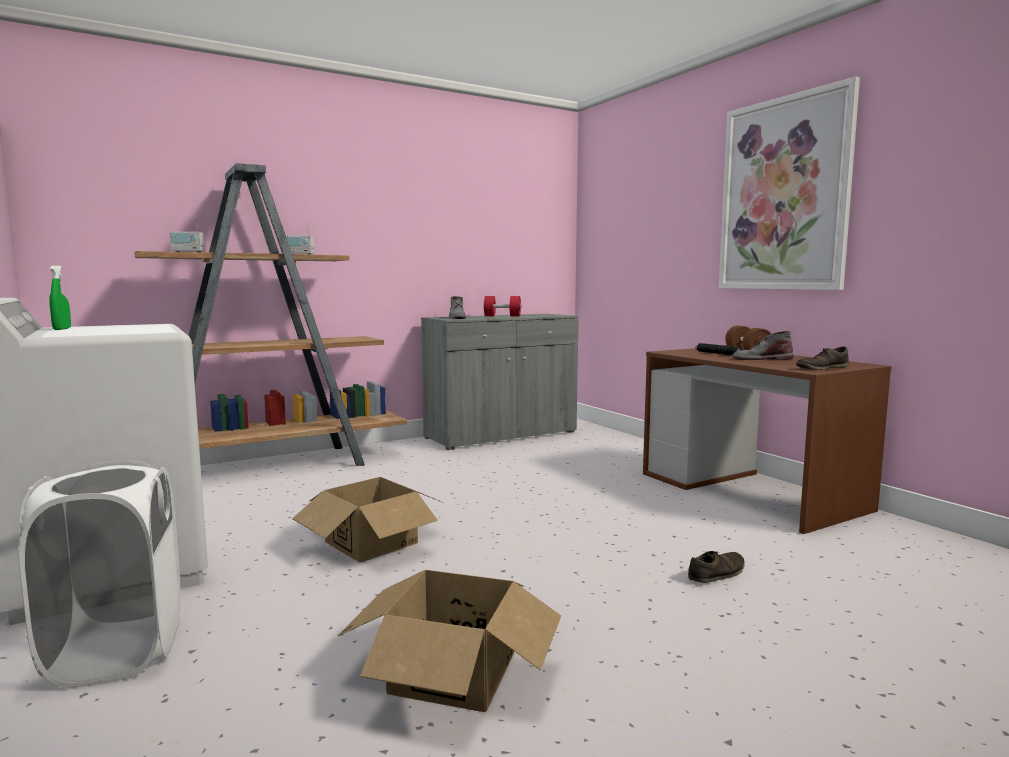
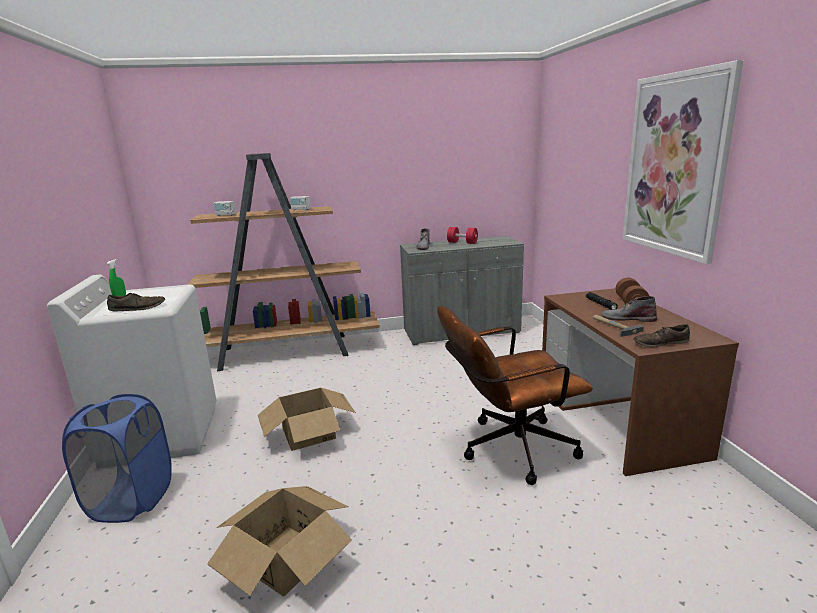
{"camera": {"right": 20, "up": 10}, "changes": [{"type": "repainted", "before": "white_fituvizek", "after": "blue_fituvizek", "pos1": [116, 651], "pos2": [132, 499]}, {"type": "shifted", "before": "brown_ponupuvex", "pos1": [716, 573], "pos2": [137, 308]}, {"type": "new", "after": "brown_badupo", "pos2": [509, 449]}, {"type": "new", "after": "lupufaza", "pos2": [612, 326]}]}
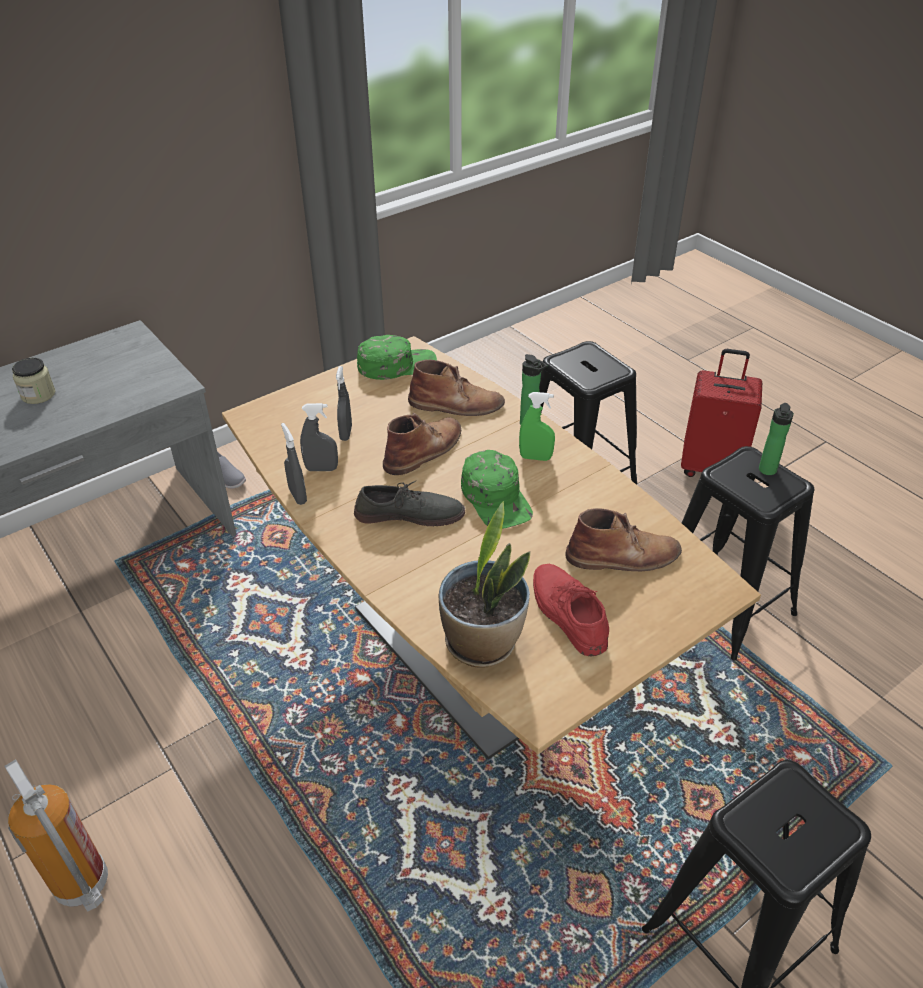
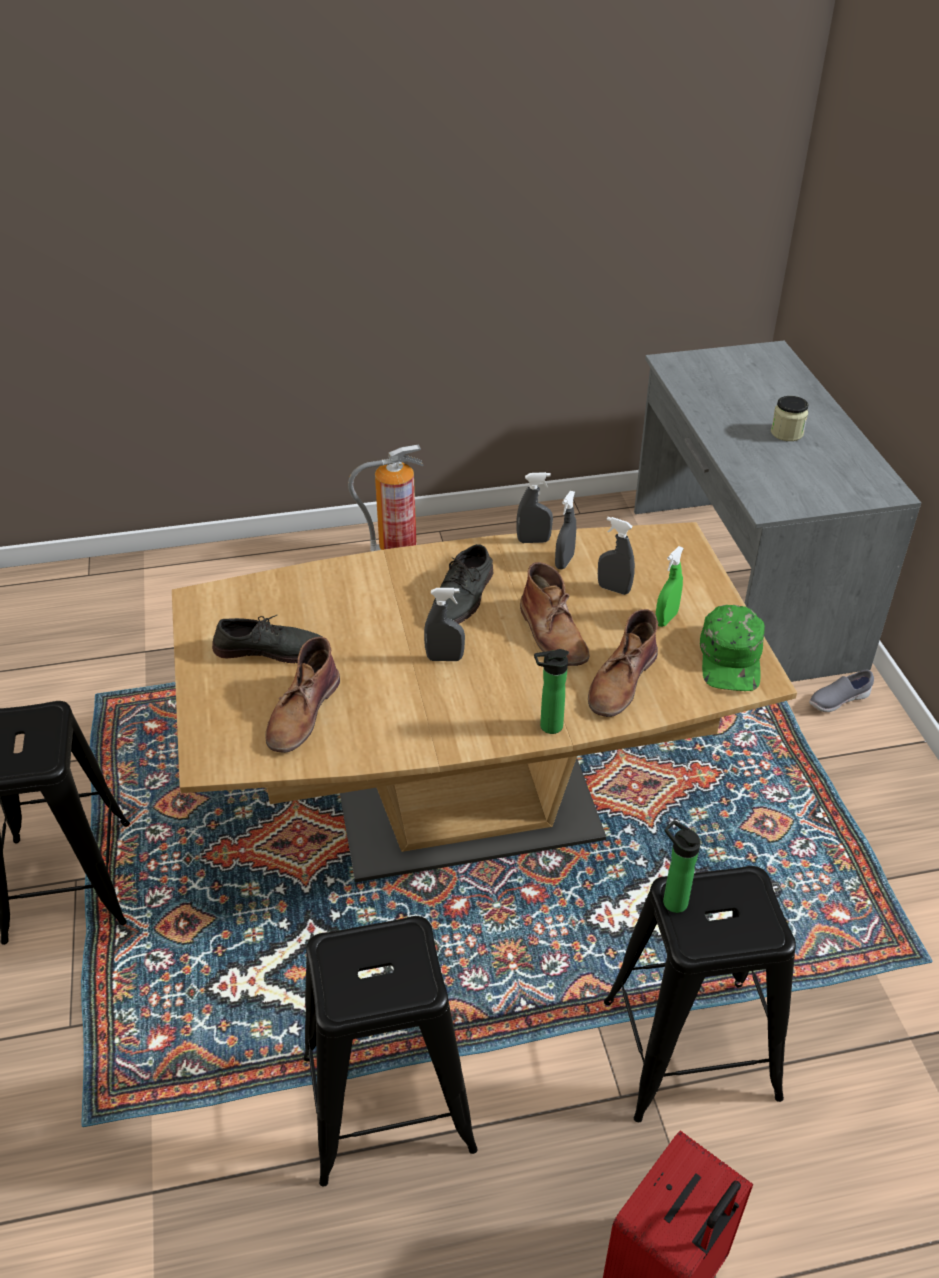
{"camera": {"right": 115, "up": 0}, "changes": [{"type": "shifted", "before": "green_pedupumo", "pos1": [535, 457], "pos2": [666, 619]}, {"type": "shifted", "before": "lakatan", "pos1": [767, 471], "pos2": [672, 900]}, {"type": "swapped", "before": "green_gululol", "after": "grey_pedupumo", "pos1": [496, 498], "pos2": [444, 658]}, {"type": "gone", "before": "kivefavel", "pos1": [482, 643]}, {"type": "repainted", "before": "red_ponupuvex", "after": "grey_ponupuvex", "pos1": [567, 612], "pos2": [271, 649]}]}
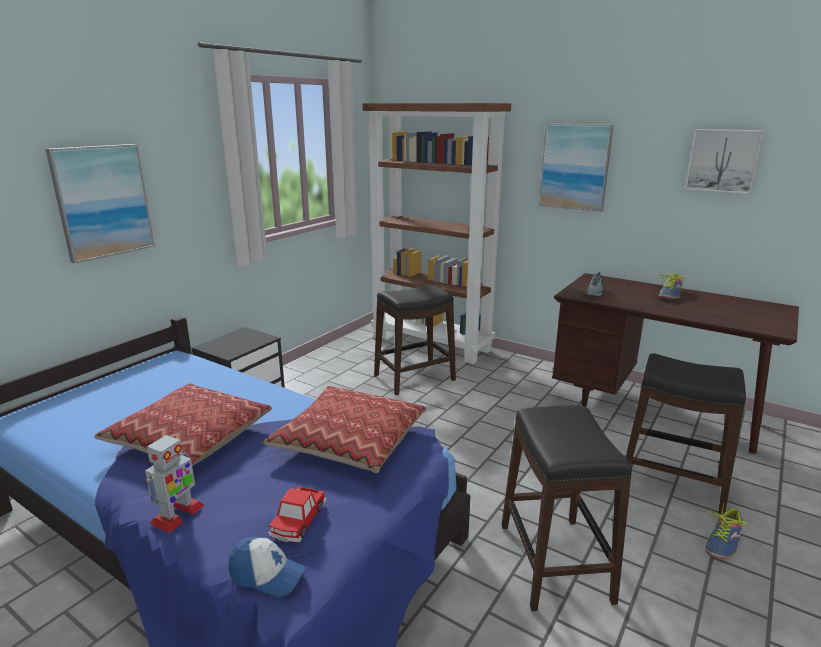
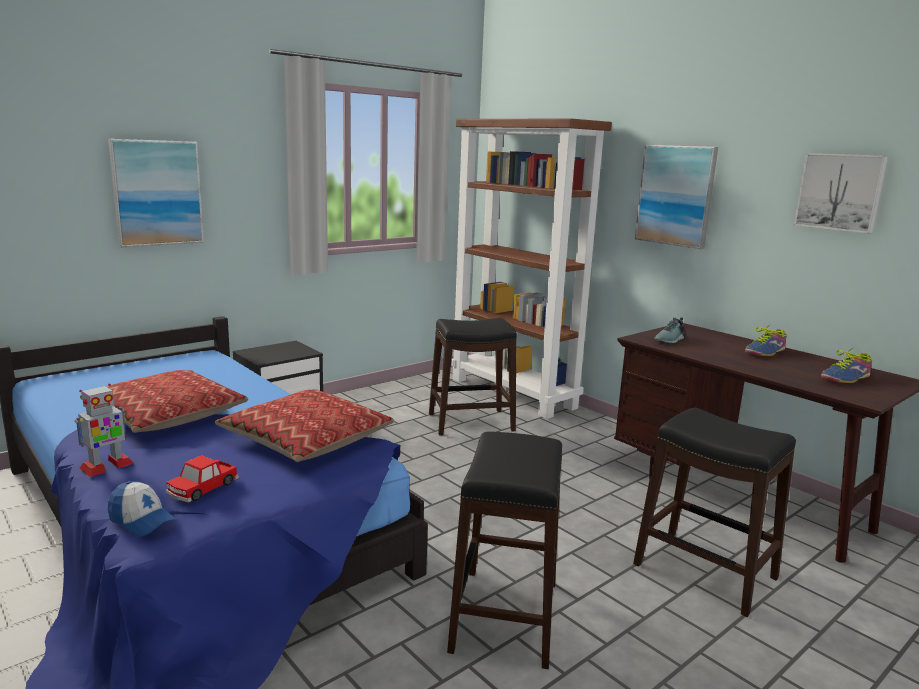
{"camera": {"right": 15, "up": -5}, "changes": [{"type": "shifted", "before": "ponupuvex", "pos1": [723, 541], "pos2": [845, 378]}]}
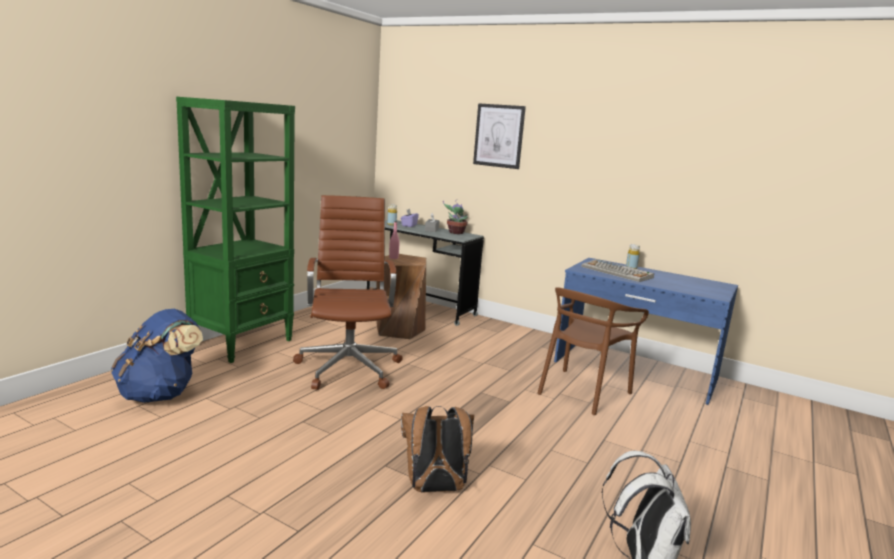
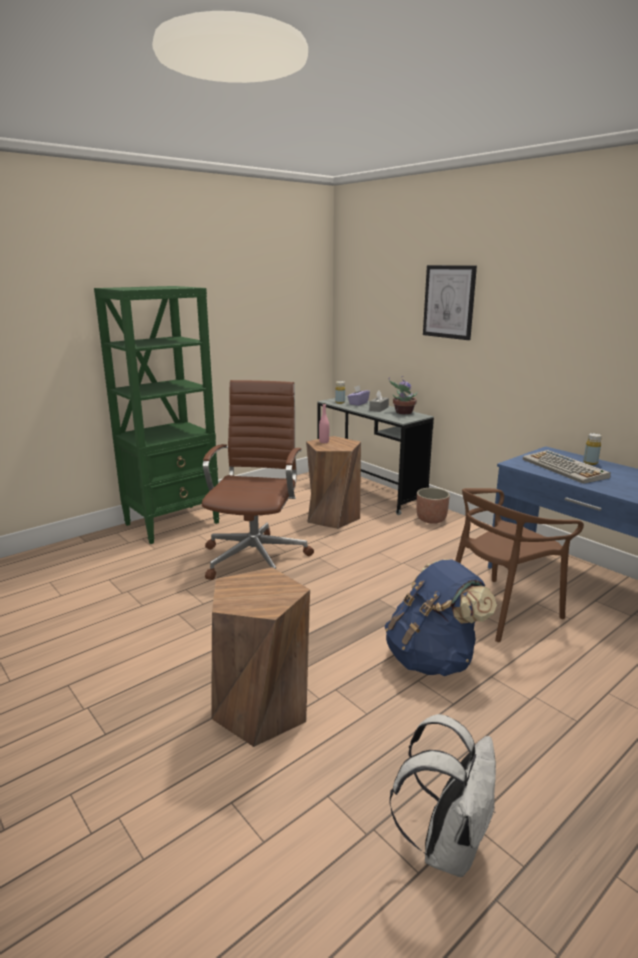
{"camera": {"right": 20, "up": 5}, "changes": [{"type": "shifted", "before": "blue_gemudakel", "pos1": [160, 394], "pos2": [433, 659]}, {"type": "swapped", "before": "brown_gemudakel", "after": "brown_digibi", "pos1": [434, 489], "pos2": [261, 709]}, {"type": "new", "after": "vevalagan", "pos2": [431, 519]}]}
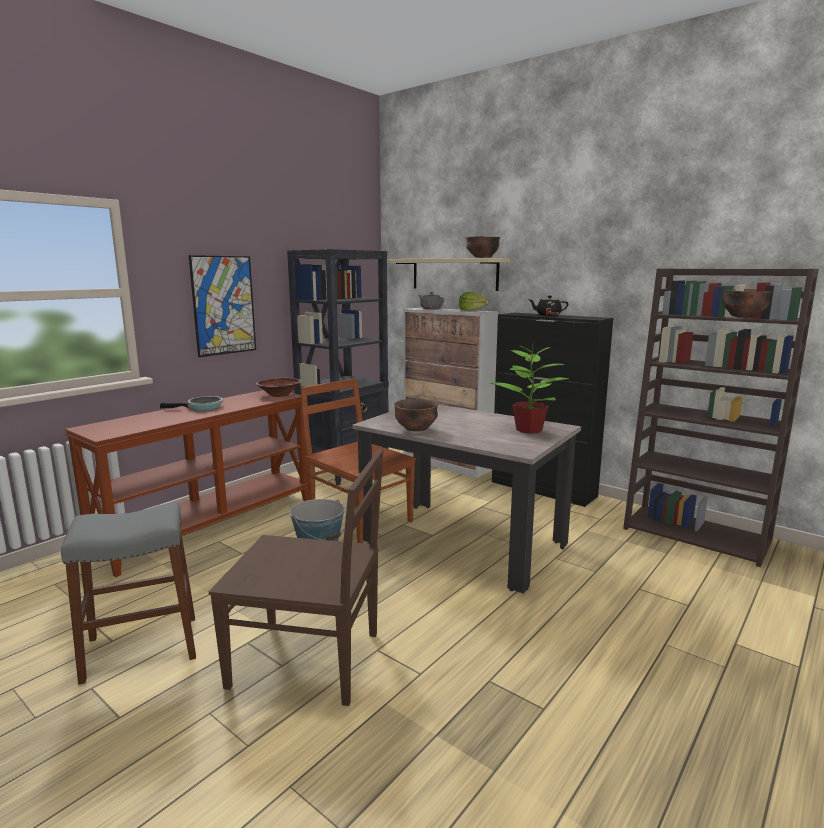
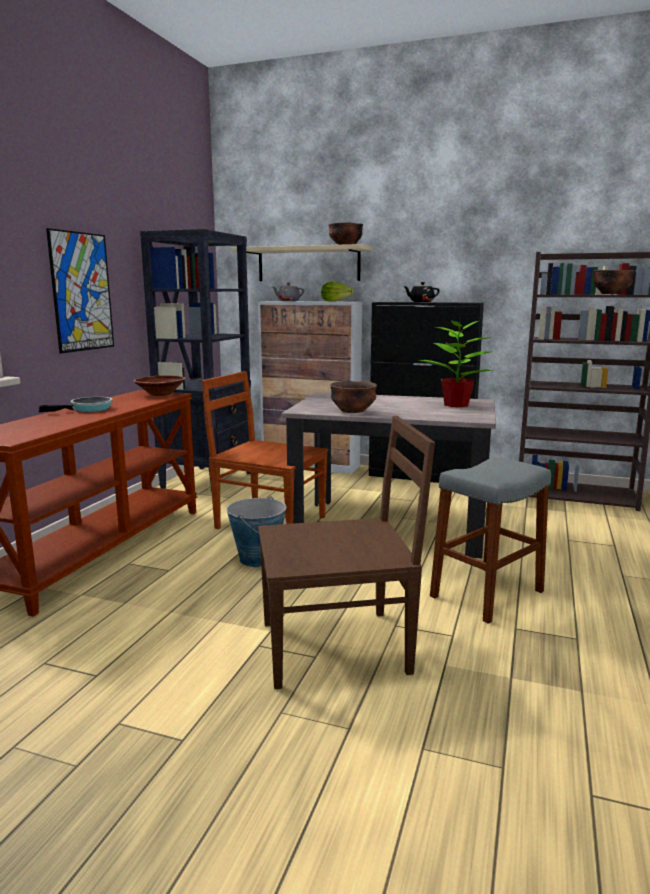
{"camera": {"right": -20, "up": 0}, "changes": [{"type": "shifted", "before": "grey_digibi", "pos1": [141, 648], "pos2": [487, 594]}]}
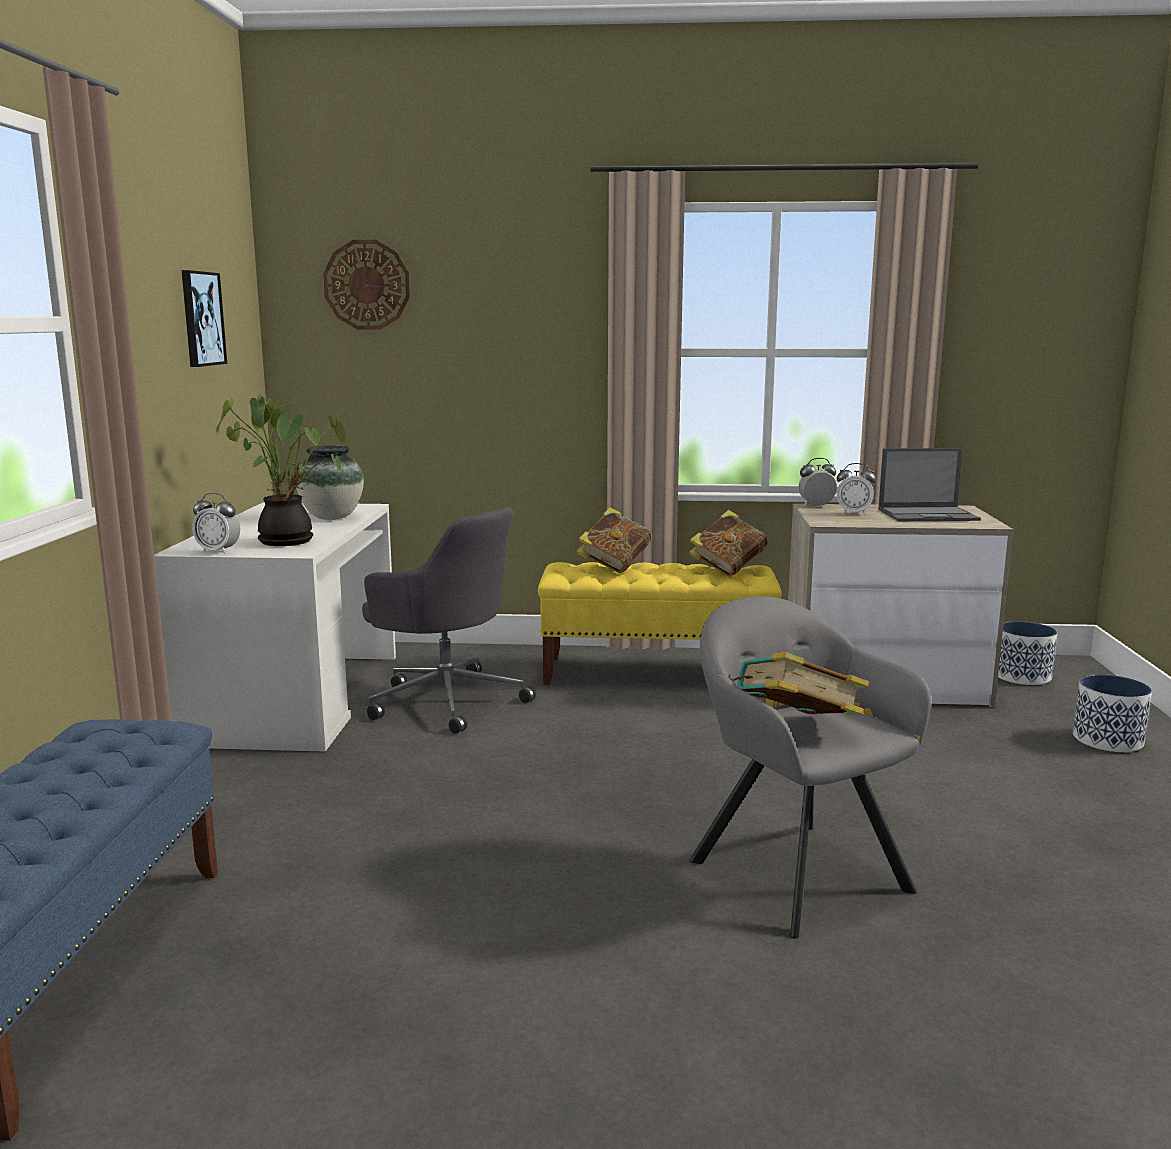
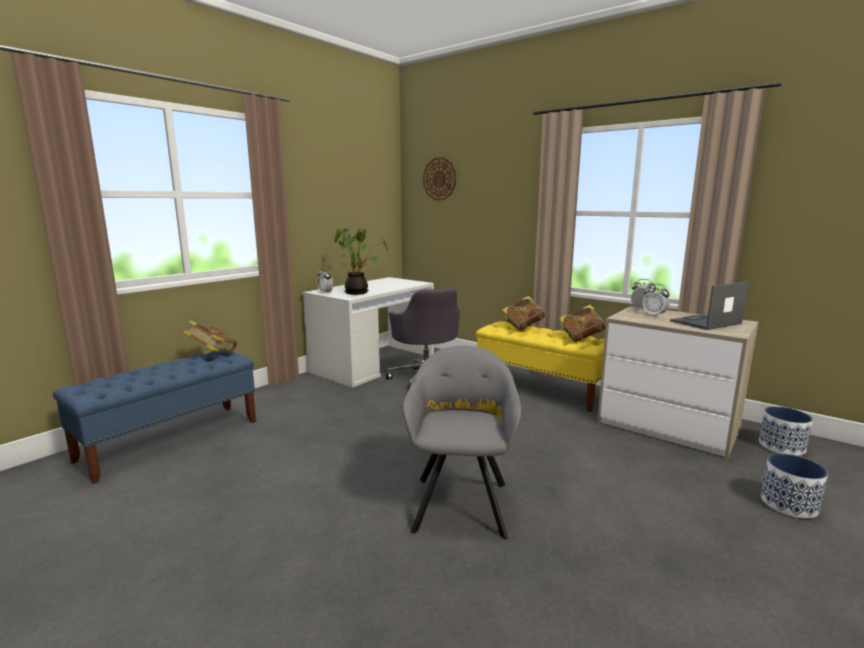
{"camera": {"right": 35, "up": 0}, "changes": [{"type": "gone", "before": "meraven", "pos1": [201, 319]}, {"type": "gone", "before": "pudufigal", "pos1": [332, 517]}, {"type": "rotated", "before": "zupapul", "pos1": [928, 515], "pos2": [705, 322], "turn": 120}, {"type": "shifted", "before": "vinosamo", "pos1": [796, 727], "pos2": [212, 354]}]}
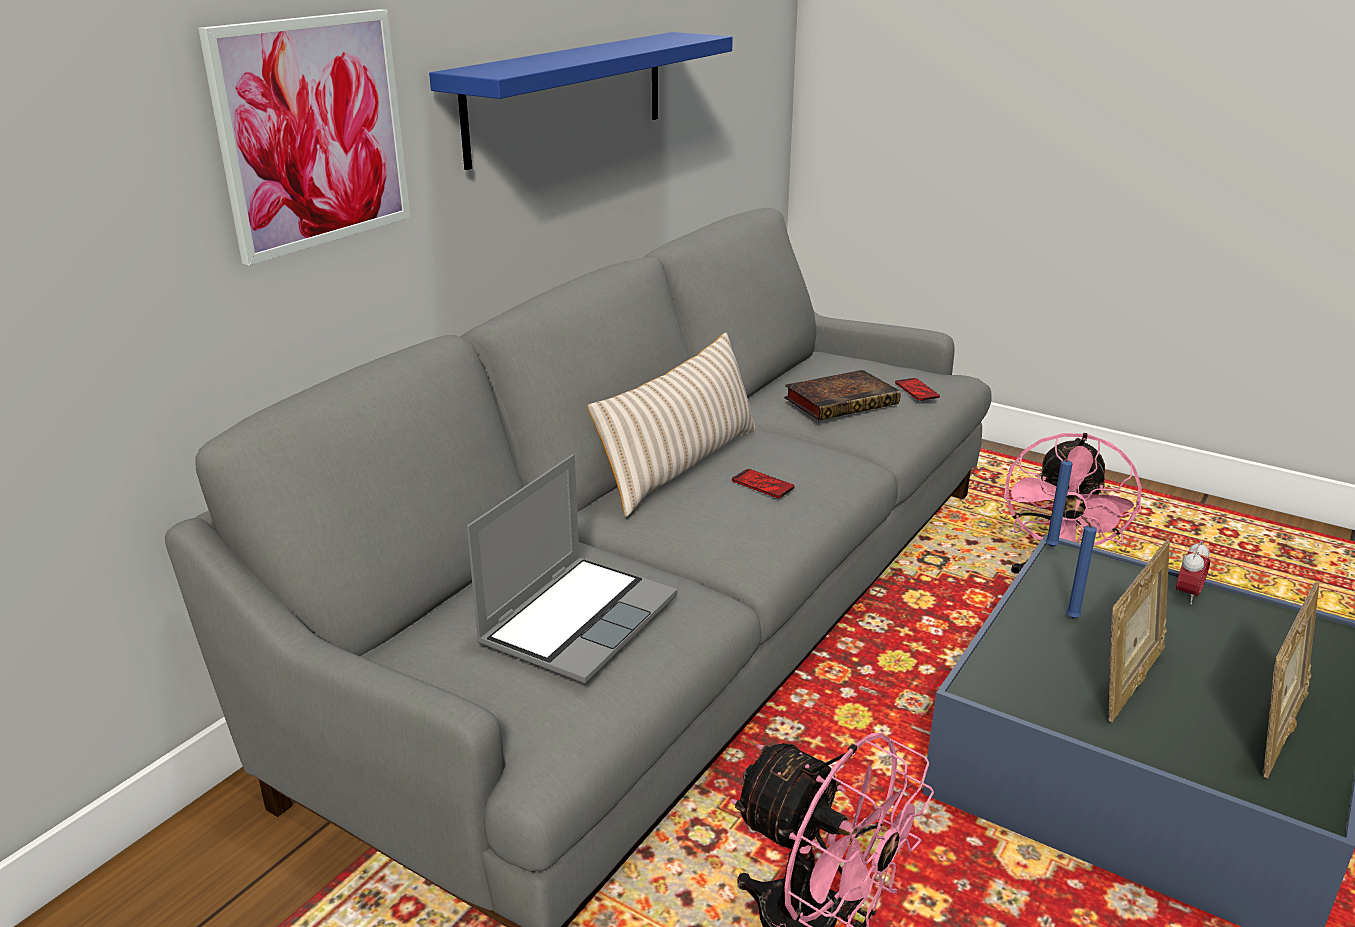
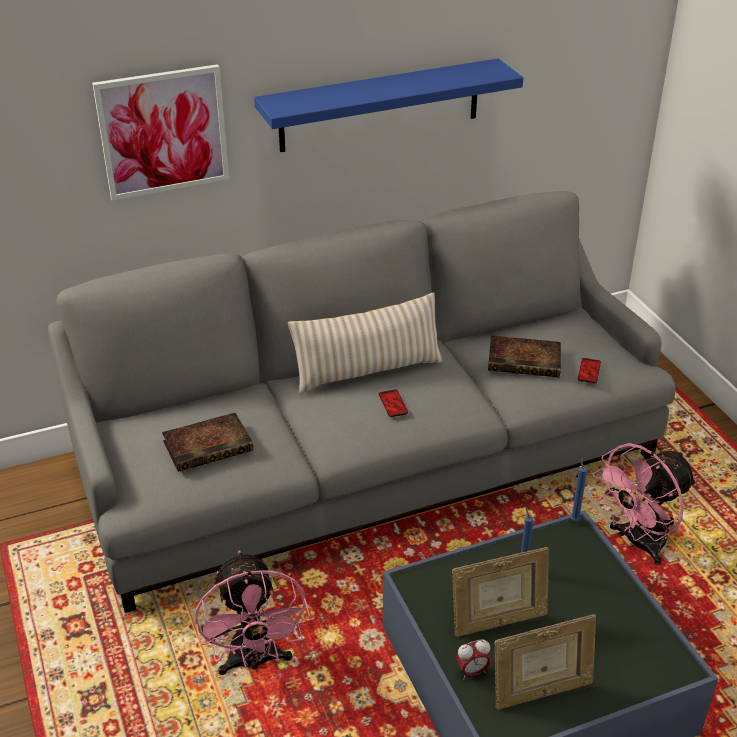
{"camera": {"right": 35, "up": 10}, "changes": [{"type": "swapped", "before": "zupapul", "after": "vinosamo", "pos1": [578, 619], "pos2": [210, 445]}, {"type": "shifted", "before": "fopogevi", "pos1": [1187, 595], "pos2": [472, 672]}]}
